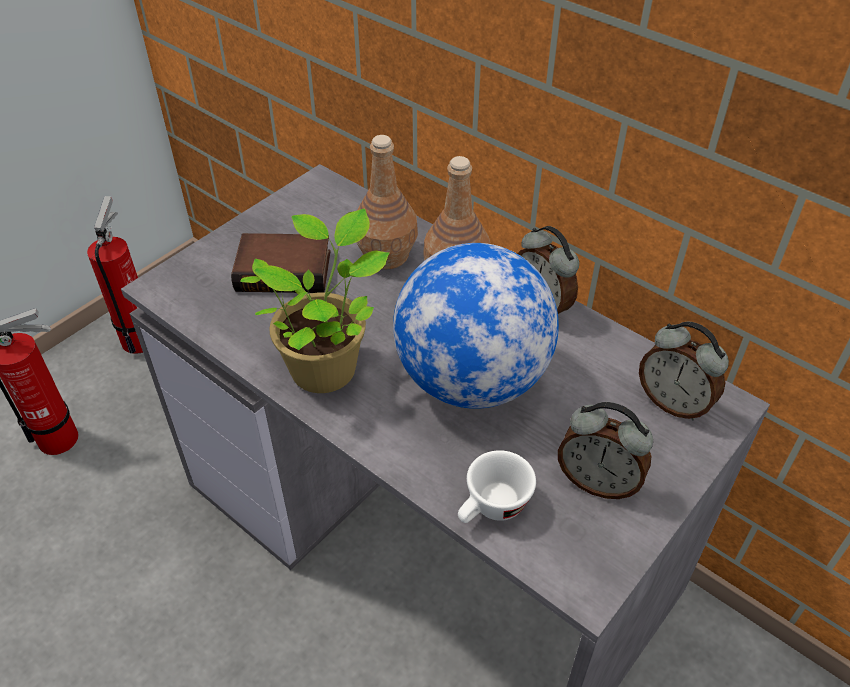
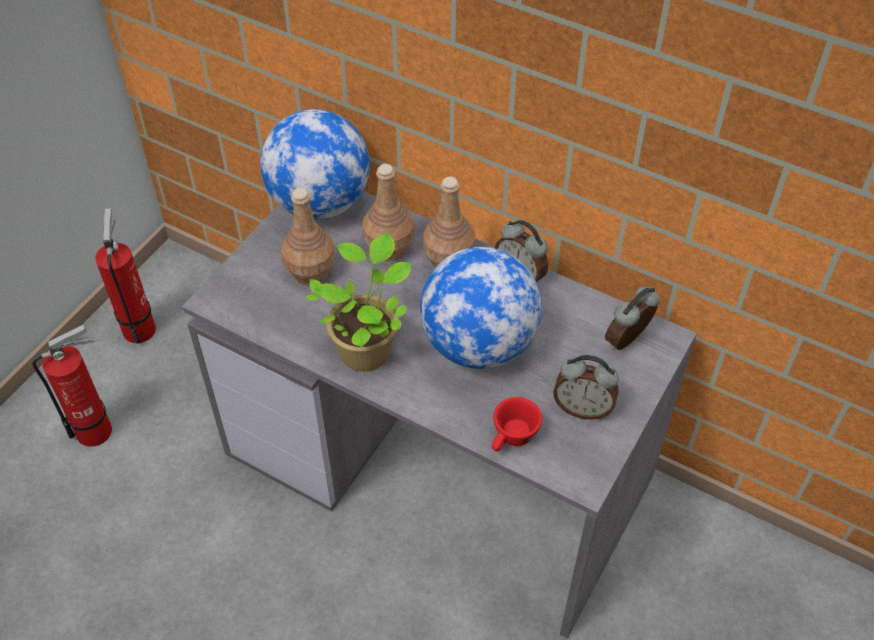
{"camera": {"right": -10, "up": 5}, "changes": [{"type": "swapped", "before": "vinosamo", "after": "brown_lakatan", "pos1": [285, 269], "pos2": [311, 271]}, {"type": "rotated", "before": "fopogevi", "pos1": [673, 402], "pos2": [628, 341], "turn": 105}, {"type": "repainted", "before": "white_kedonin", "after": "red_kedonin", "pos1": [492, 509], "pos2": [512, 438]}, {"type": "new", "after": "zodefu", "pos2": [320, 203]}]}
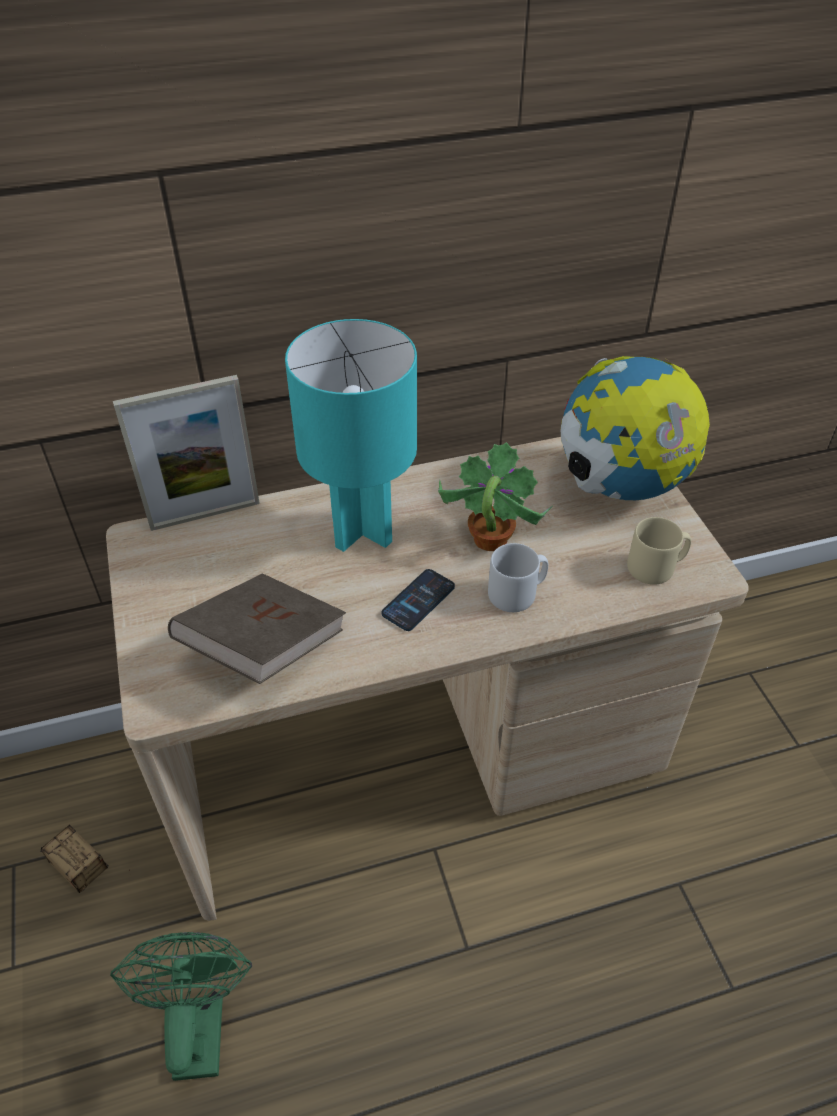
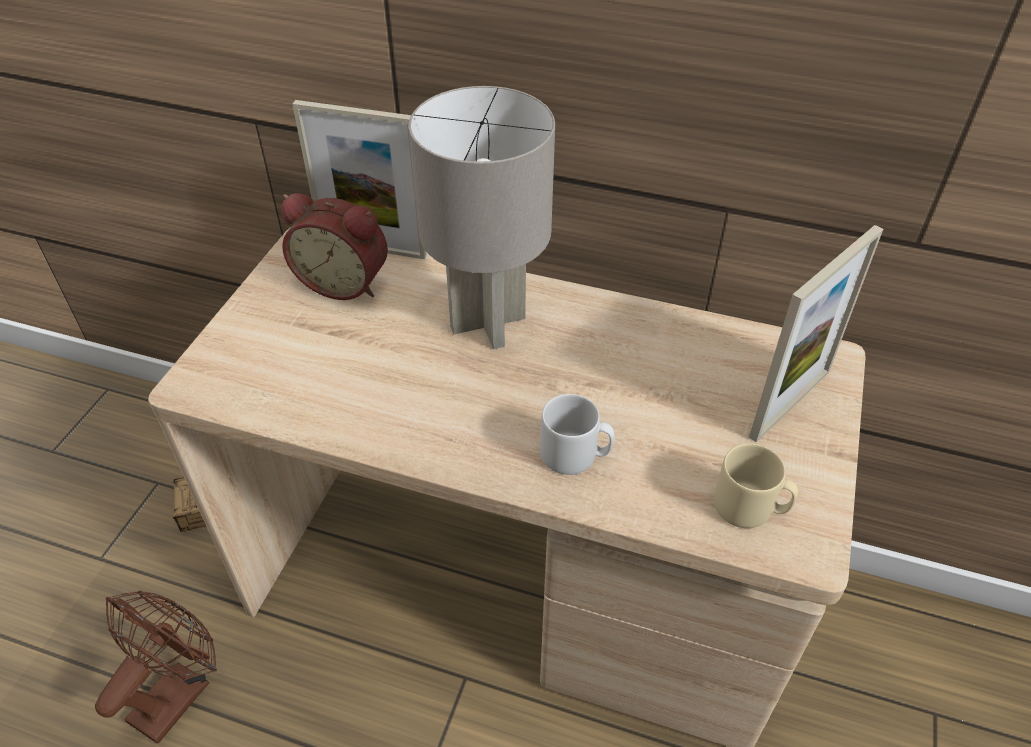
{"camera": {"right": 35, "up": 0}, "changes": [{"type": "repainted", "before": "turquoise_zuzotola", "after": "grey_zuzotola", "pos1": [360, 530], "pos2": [486, 322]}, {"type": "swapped", "before": "zodefu", "after": "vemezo", "pos1": [620, 485], "pos2": [790, 403]}, {"type": "gone", "before": "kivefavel", "pos1": [489, 539]}, {"type": "gone", "before": "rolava", "pos1": [418, 600]}, {"type": "gone", "before": "brown_vinosamo", "pos1": [264, 647]}, {"type": "repainted", "before": "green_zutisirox", "after": "brown_zutisirox", "pos1": [198, 1023], "pos2": [178, 691]}, {"type": "new", "after": "fopogevi", "pos2": [345, 282]}]}
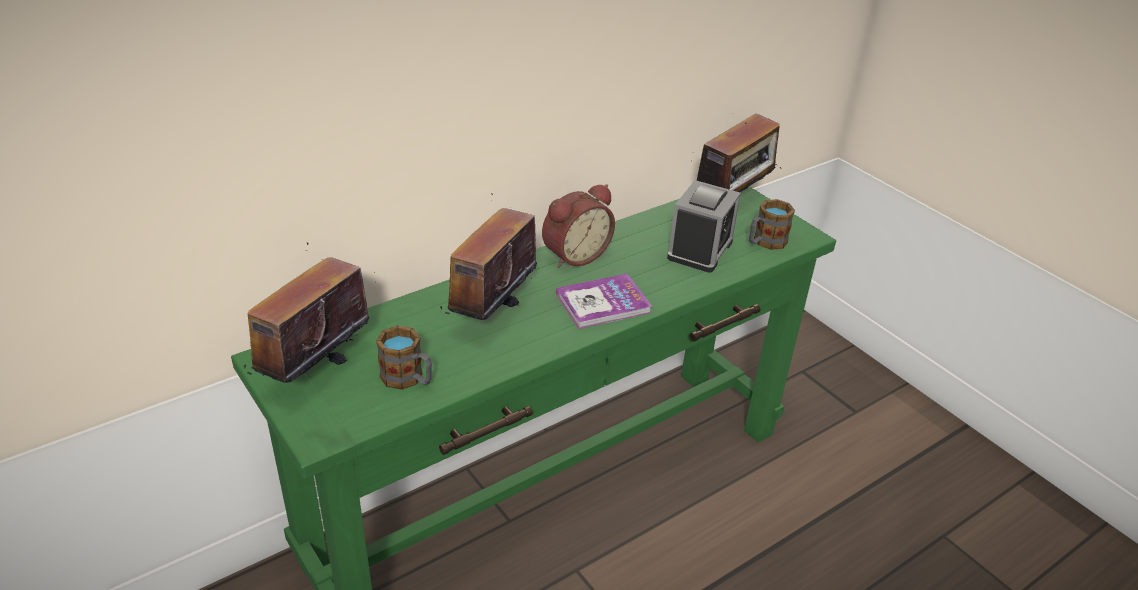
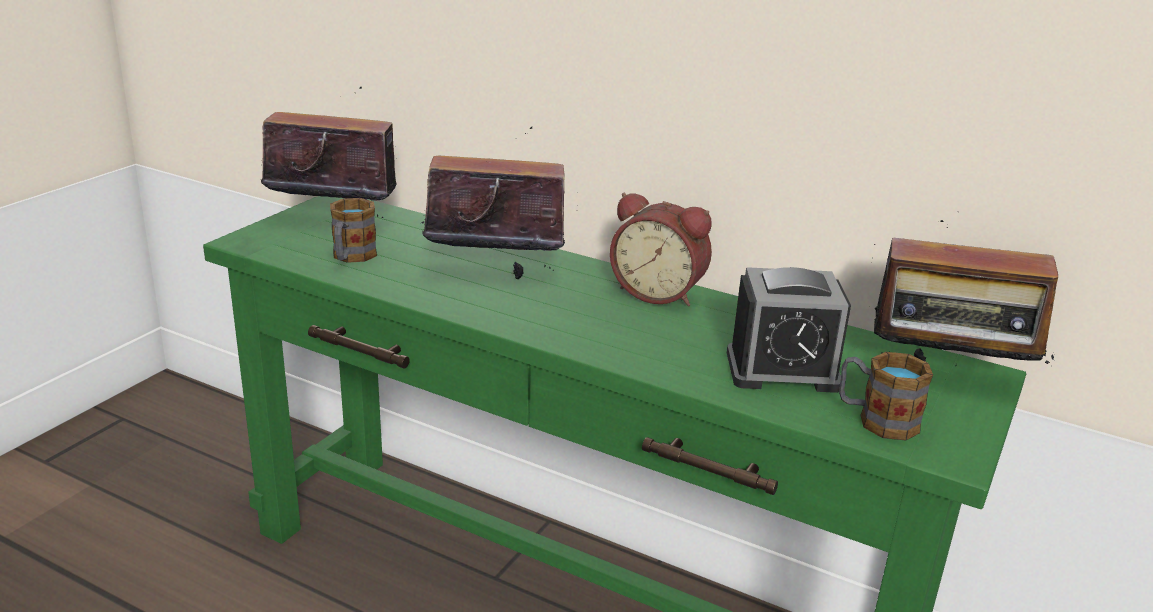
{"camera": {"right": 65, "up": -10}, "changes": [{"type": "gone", "before": "vinosamo", "pos1": [603, 303]}]}
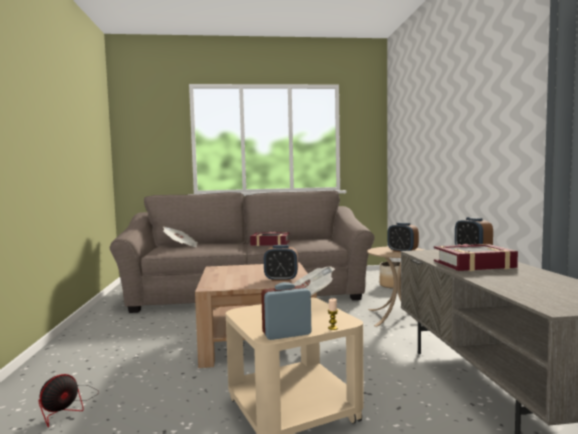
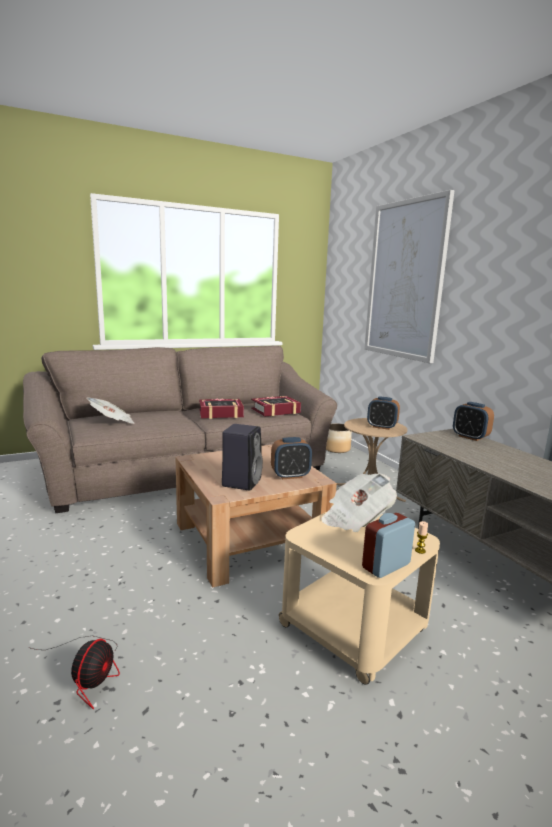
{"camera": {"right": -20, "up": 10}, "changes": [{"type": "shifted", "before": "vinosamo", "pos1": [474, 264], "pos2": [275, 411]}, {"type": "new", "after": "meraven", "pos2": [405, 280]}, {"type": "new", "after": "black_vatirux", "pos2": [241, 482]}]}
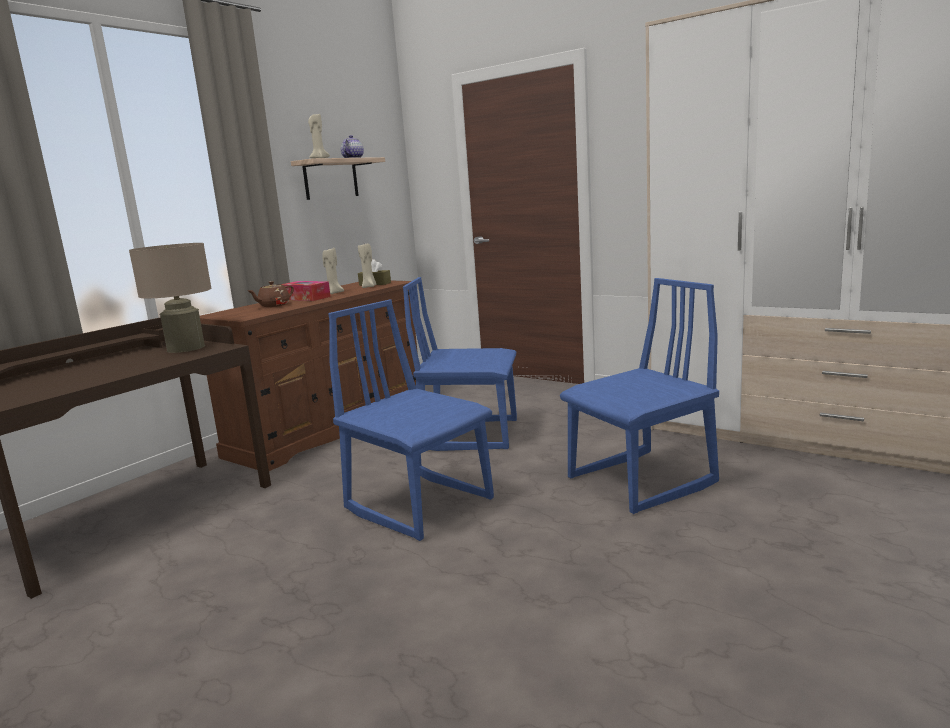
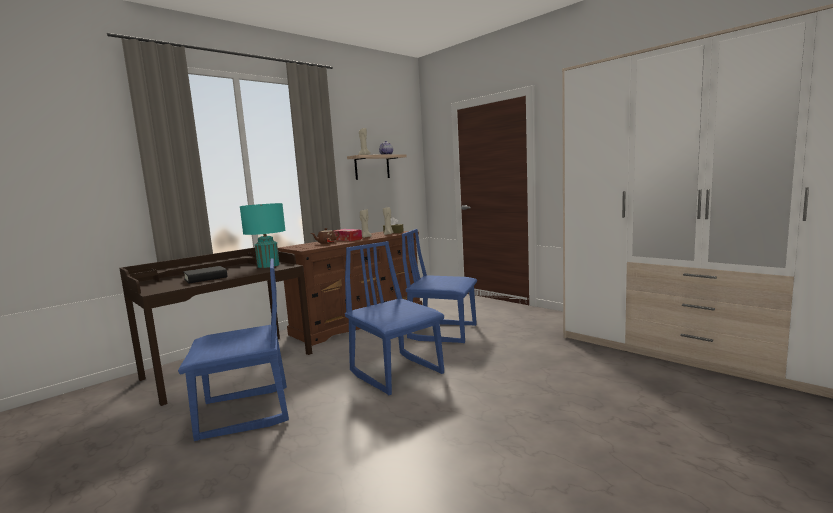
{"camera": {"right": 10, "up": -5}, "changes": [{"type": "repainted", "before": "beige_zuzotola", "after": "turquoise_zuzotola", "pos1": [186, 348], "pos2": [268, 265]}, {"type": "shifted", "before": "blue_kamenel", "pos1": [642, 482], "pos2": [245, 413]}, {"type": "new", "after": "black_vinosamo", "pos2": [206, 278]}]}
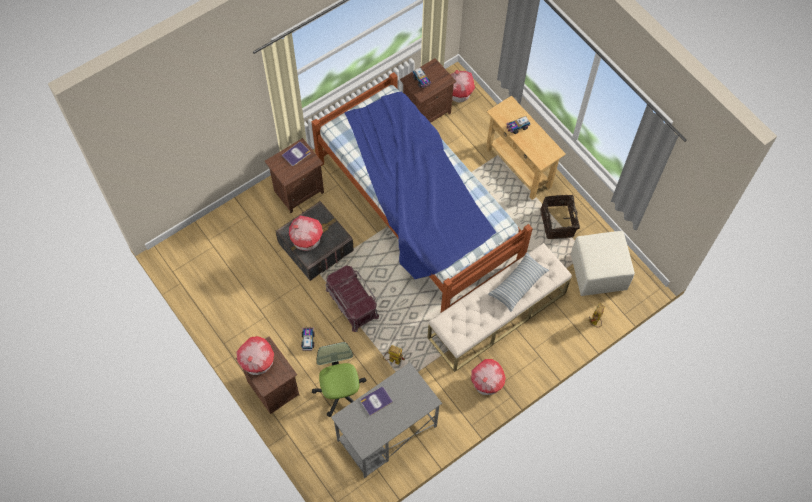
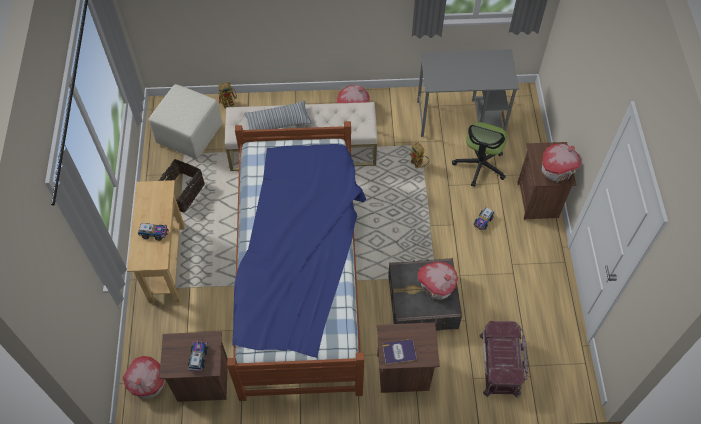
{"camera": {"right": -145, "up": -5}, "changes": [{"type": "shifted", "before": "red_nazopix", "pos1": [351, 303], "pos2": [501, 364]}, {"type": "gone", "before": "vinosamo", "pos1": [376, 401]}]}
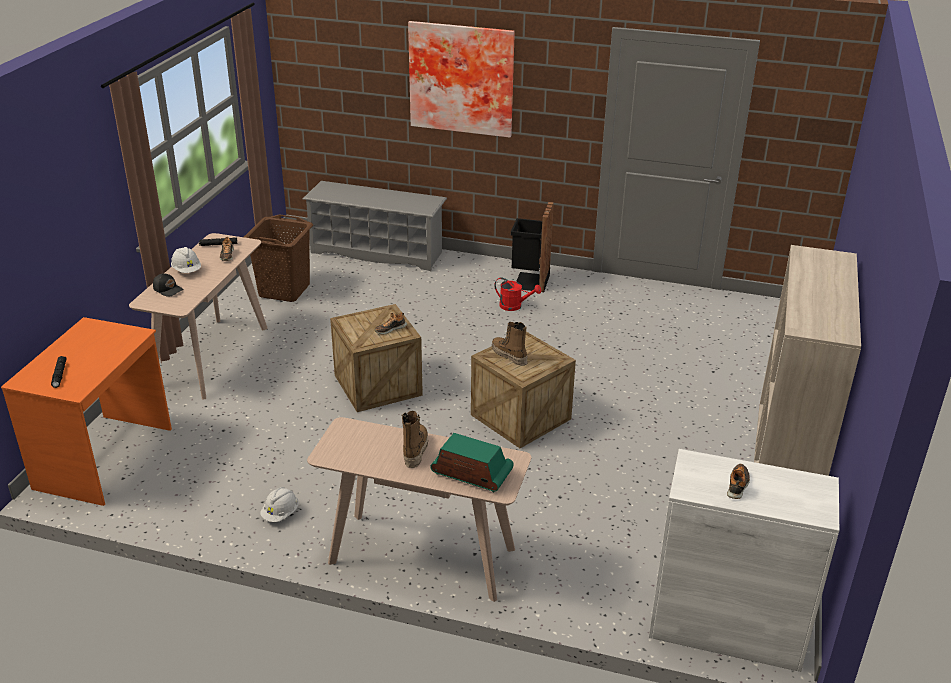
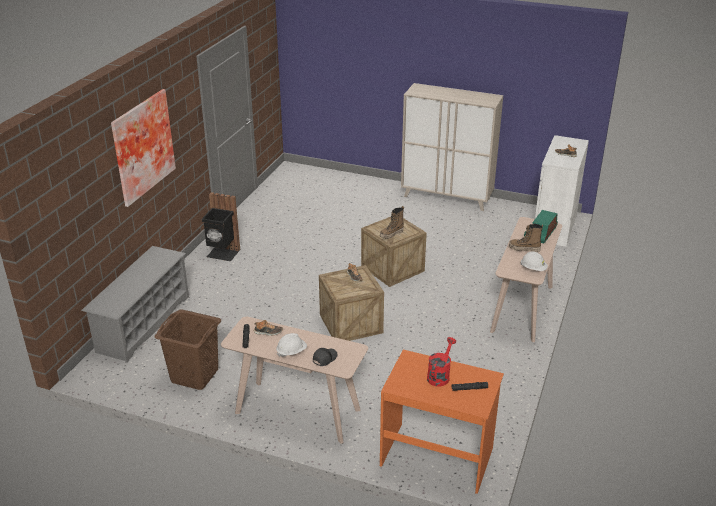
{"camera": {"right": -85, "up": 0}, "changes": [{"type": "shifted", "before": "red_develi", "pos1": [514, 306], "pos2": [440, 375]}, {"type": "shifted", "before": "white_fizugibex", "pos1": [280, 514], "pos2": [533, 268]}]}
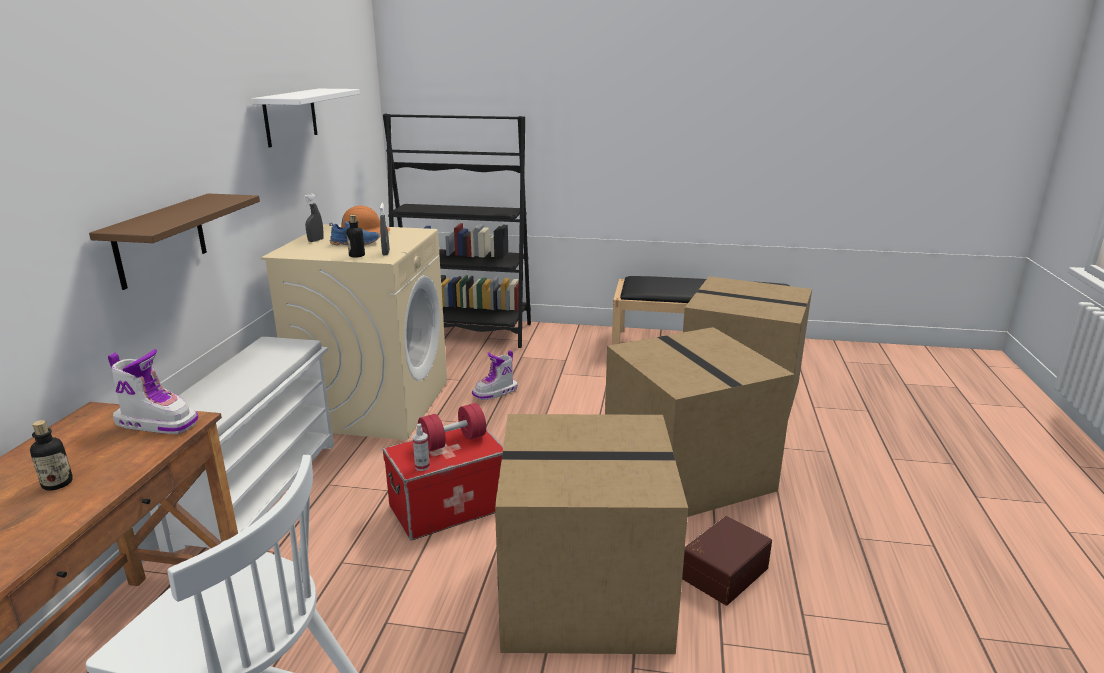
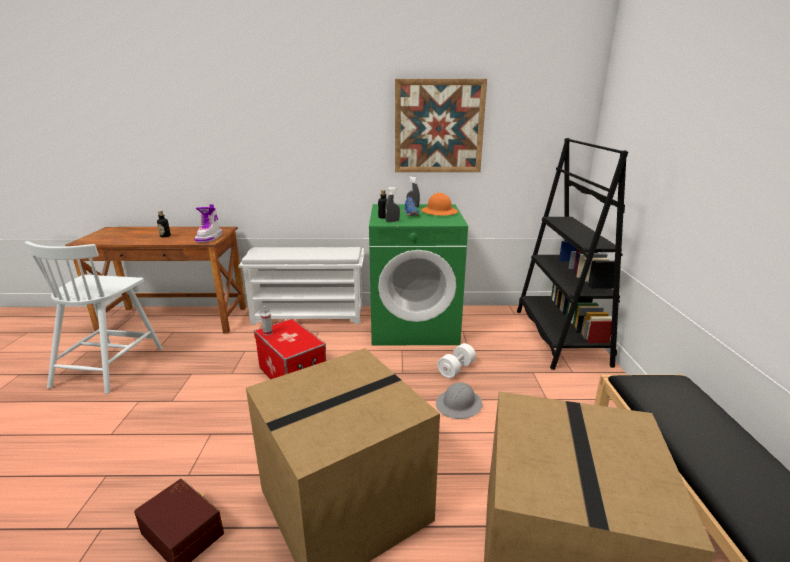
{"camera": {"right": 80, "up": 0}, "changes": [{"type": "swapped", "before": "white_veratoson", "after": "meraven", "pos1": [290, 117], "pos2": [439, 127]}, {"type": "gone", "before": "brown_veratoson", "pos1": [160, 240]}, {"type": "repainted", "before": "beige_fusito", "after": "green_fusito", "pos1": [374, 404], "pos2": [414, 325]}, {"type": "swapped", "before": "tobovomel", "after": "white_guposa", "pos1": [496, 392], "pos2": [456, 369]}, {"type": "gone", "before": "red_guposa", "pos1": [453, 441]}, {"type": "gone", "before": "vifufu", "pos1": [587, 589]}, {"type": "new", "after": "grey_fizugibex", "pos2": [459, 405]}]}
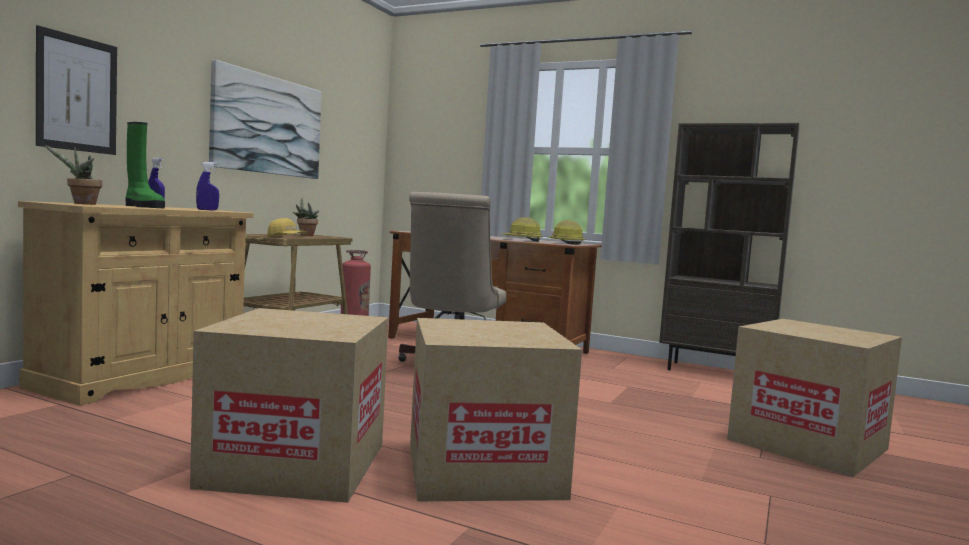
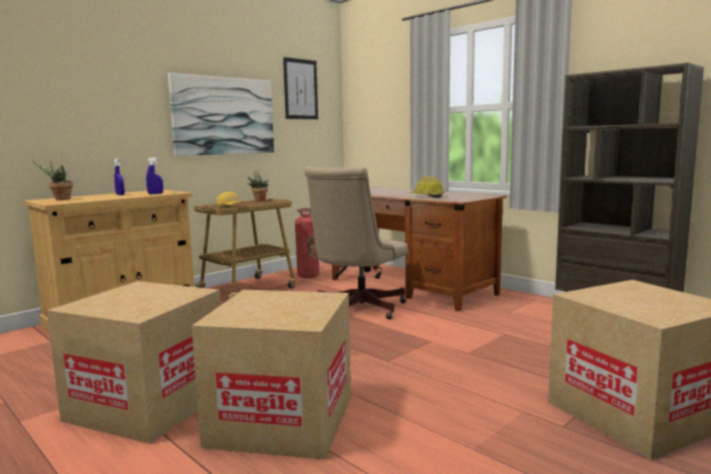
{"camera": {"right": 20, "up": 5}, "changes": [{"type": "shifted", "before": "meraven", "pos1": [77, 94], "pos2": [300, 89]}, {"type": "gone", "before": "green_tobovomel", "pos1": [142, 207]}, {"type": "gone", "before": "fizugibex", "pos1": [565, 243]}]}
